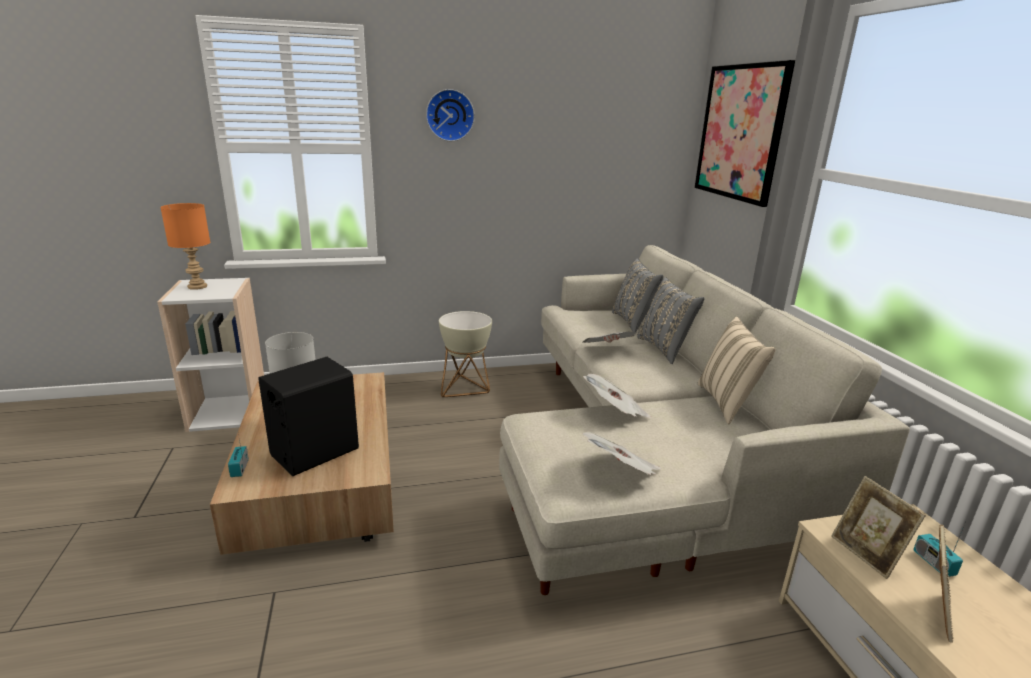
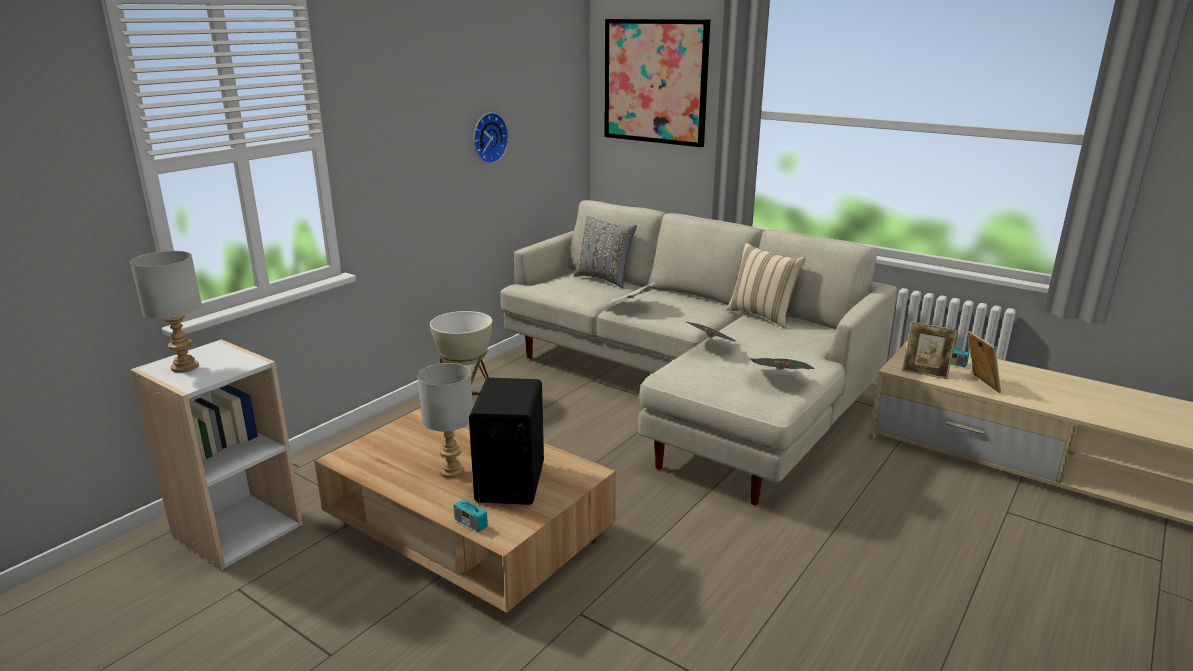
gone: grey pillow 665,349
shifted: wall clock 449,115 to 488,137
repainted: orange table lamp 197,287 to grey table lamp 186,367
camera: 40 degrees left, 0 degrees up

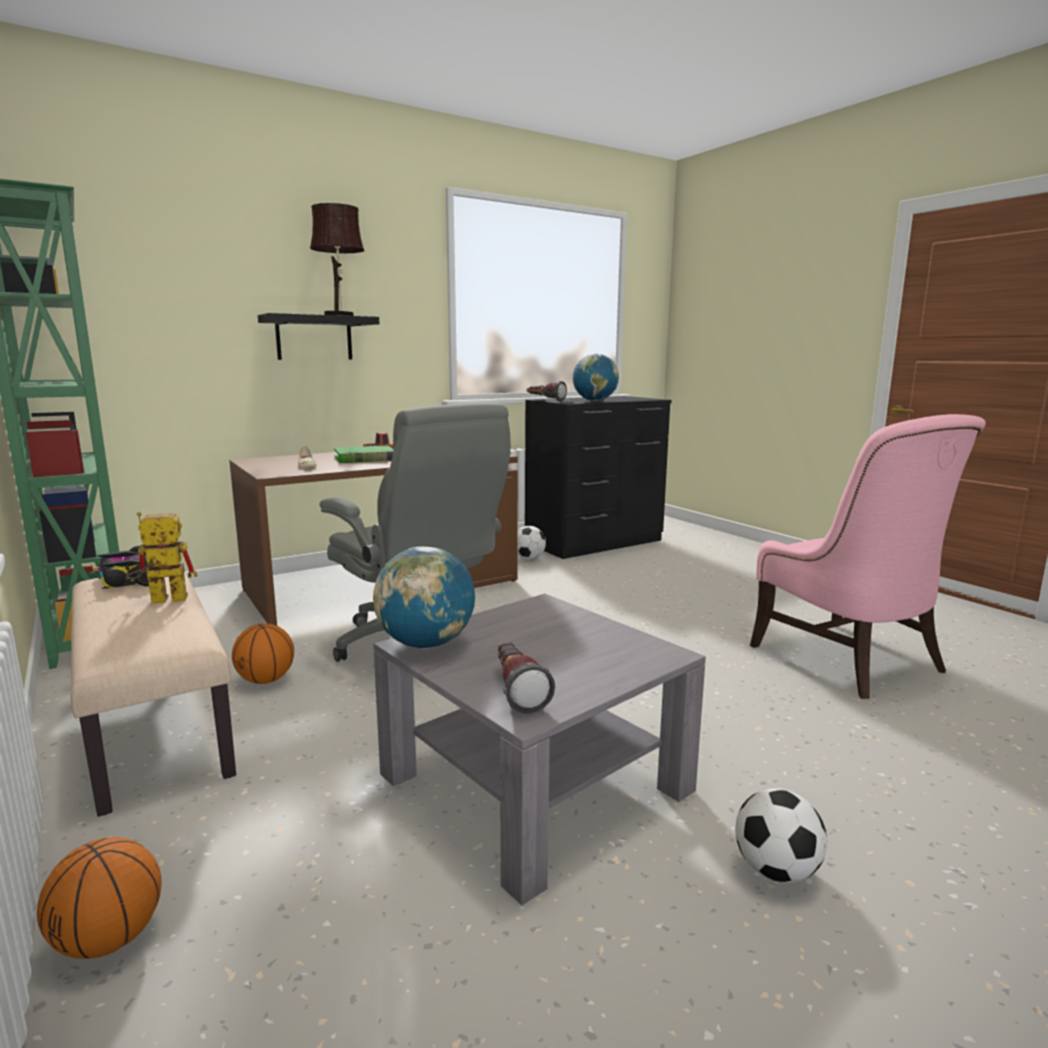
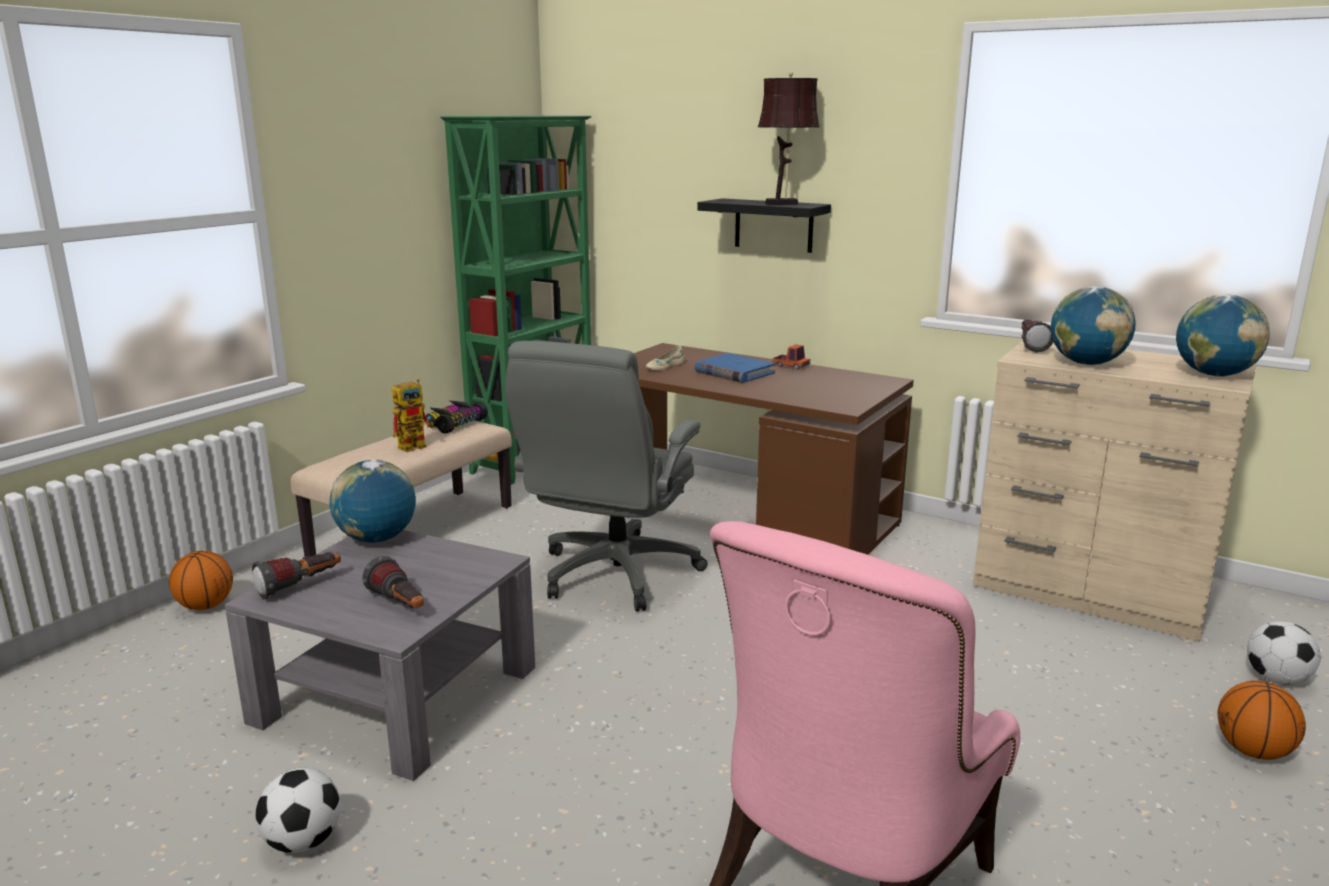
new: flashlight 400,605; globe 1214,375
shifted: basketball 266,680 to 1253,752; football 528,558 to 1276,679
repainted: green book 365,458 to blue book 734,372; black dresser 595,542 to beige dresser 1090,592
rotated: toy robot 160,601 = 416,445 90 degrees clockwise
camera: 65 degrees right, 5 degrees up

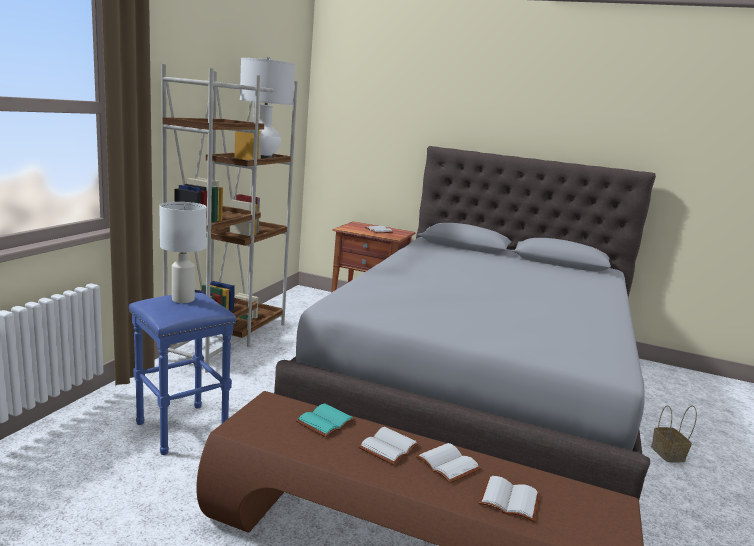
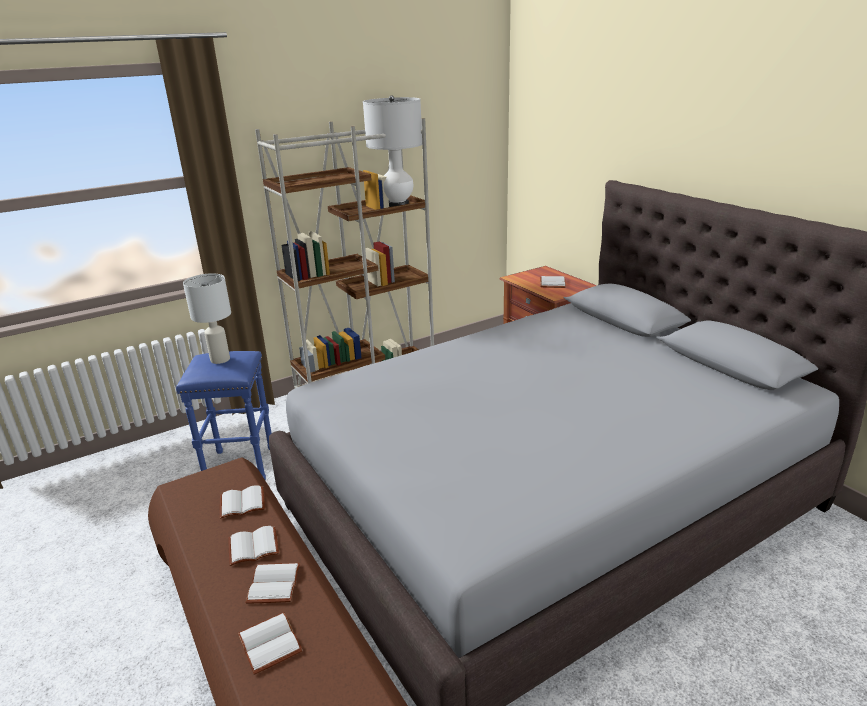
gone: basket 669,454
repainted: turquoise book 325,421 to white book 243,502
camera: 40 degrees right, 10 degrees up

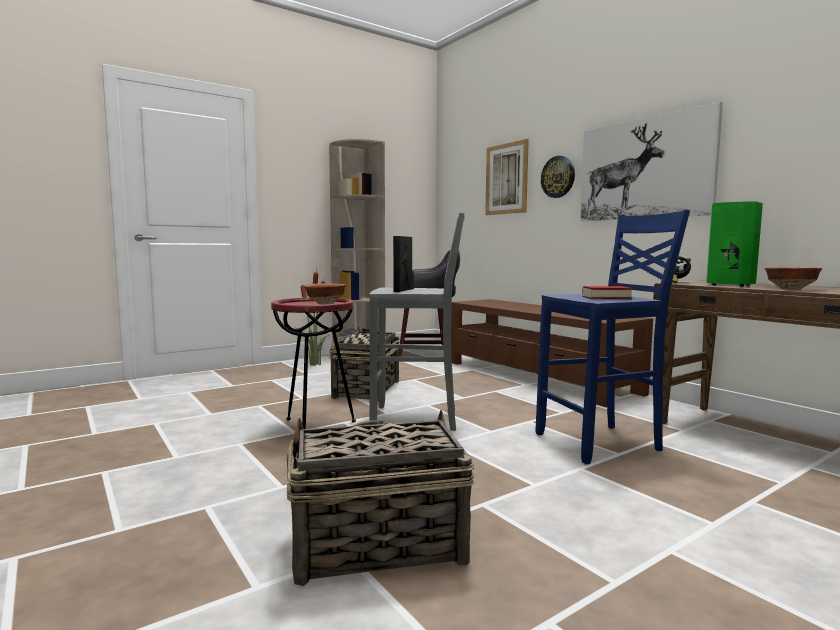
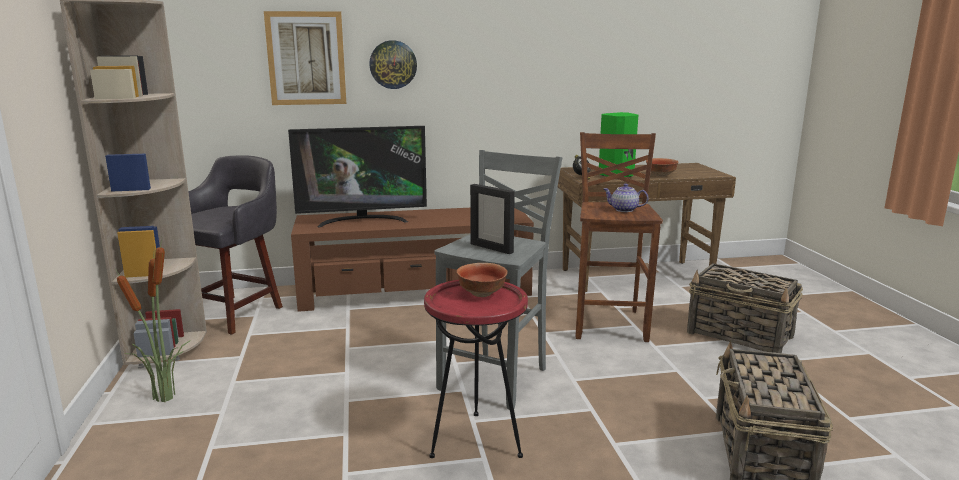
gone: picture 644,169
new: television 362,220
shifted: basket 366,390 to 740,335
swapped: book 606,297 to teapot 624,210
repainted: blue stool 601,443 to brown stool 610,323
camera: 65 degrees left, 10 degrees up

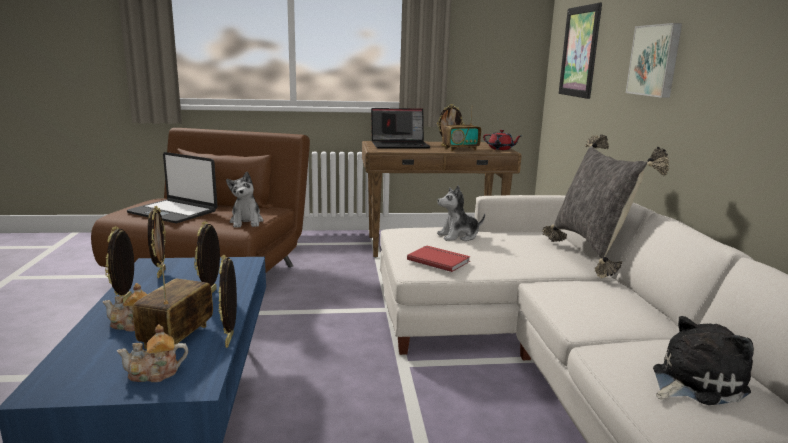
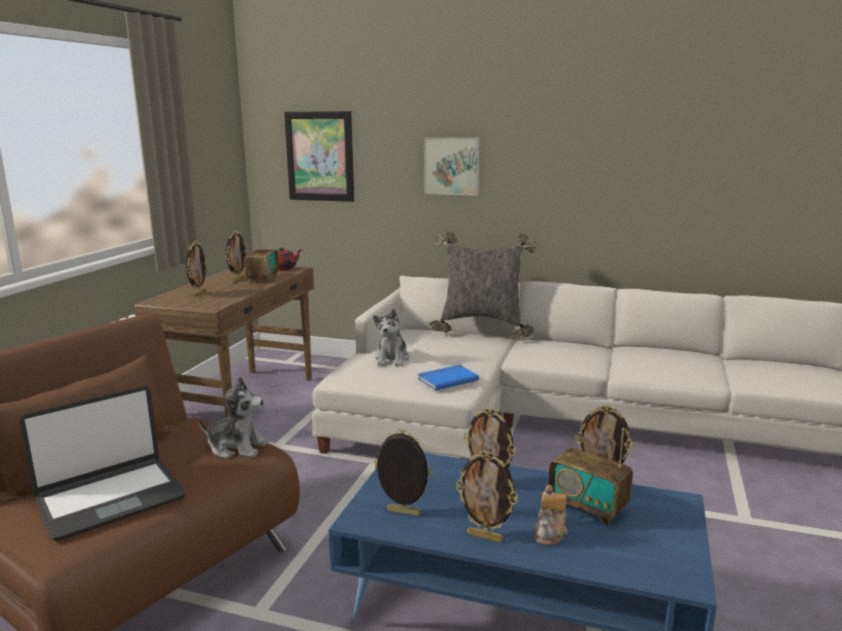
gone: teapot 155,374; plush toy 694,382
swapped: laptop 400,145 to picture frame 199,294
repainted: red book 439,260 to blue book 446,379
camera: 65 degrees left, 0 degrees up

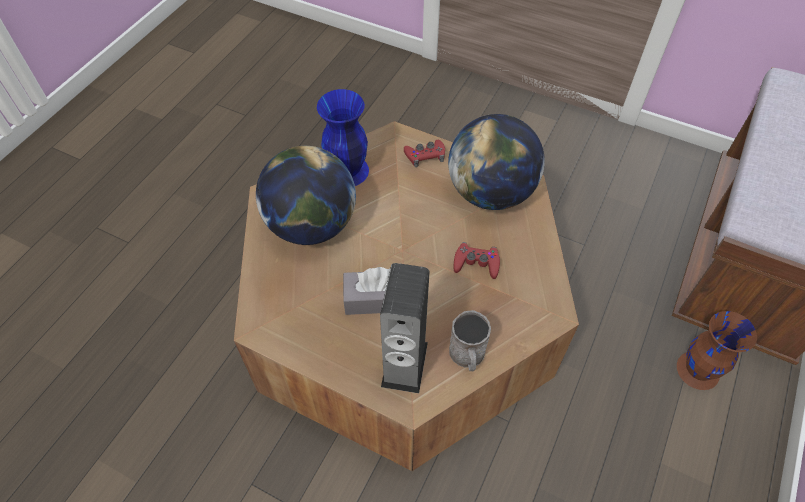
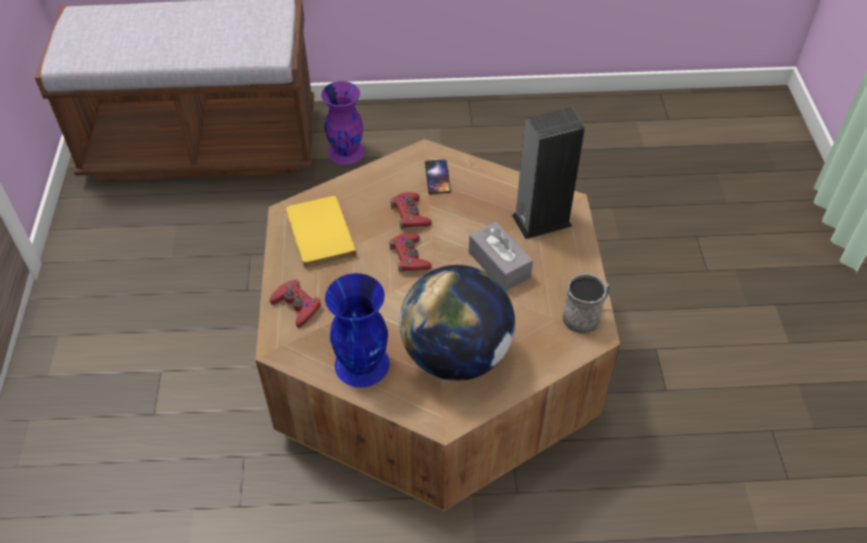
new: red game controller 409,257; phone 437,177
shifted: grey mug 467,356 to 585,316
swapped: globe 490,193 to yellow book 318,235
repainted: brown vase 698,371 to purple vase 346,151
camera: 120 degrees left, 5 degrees down

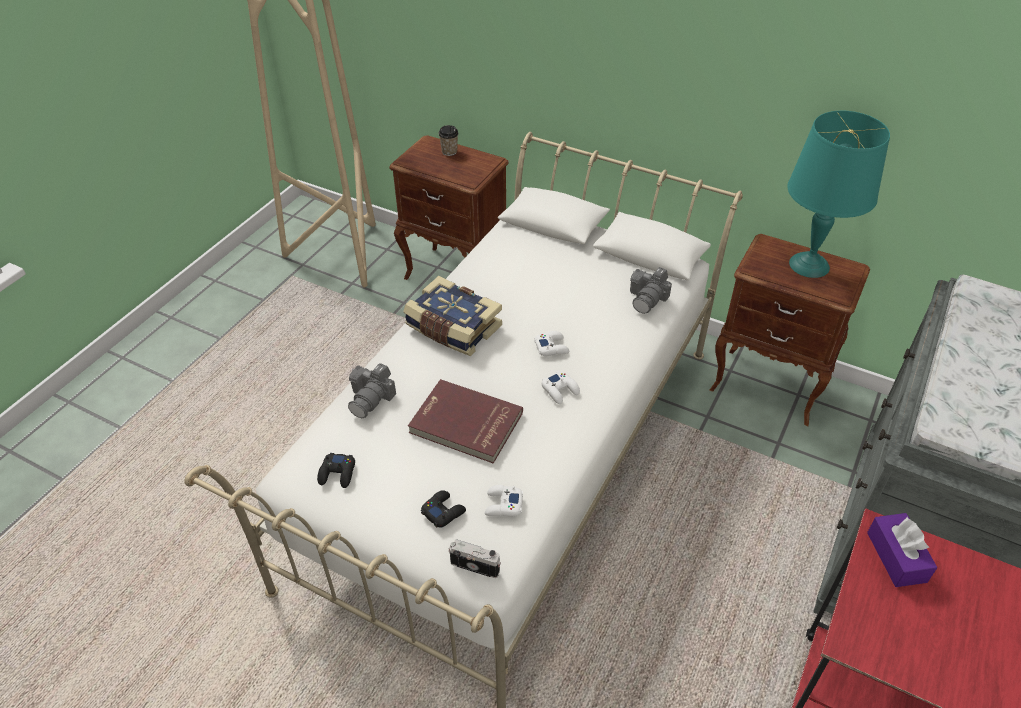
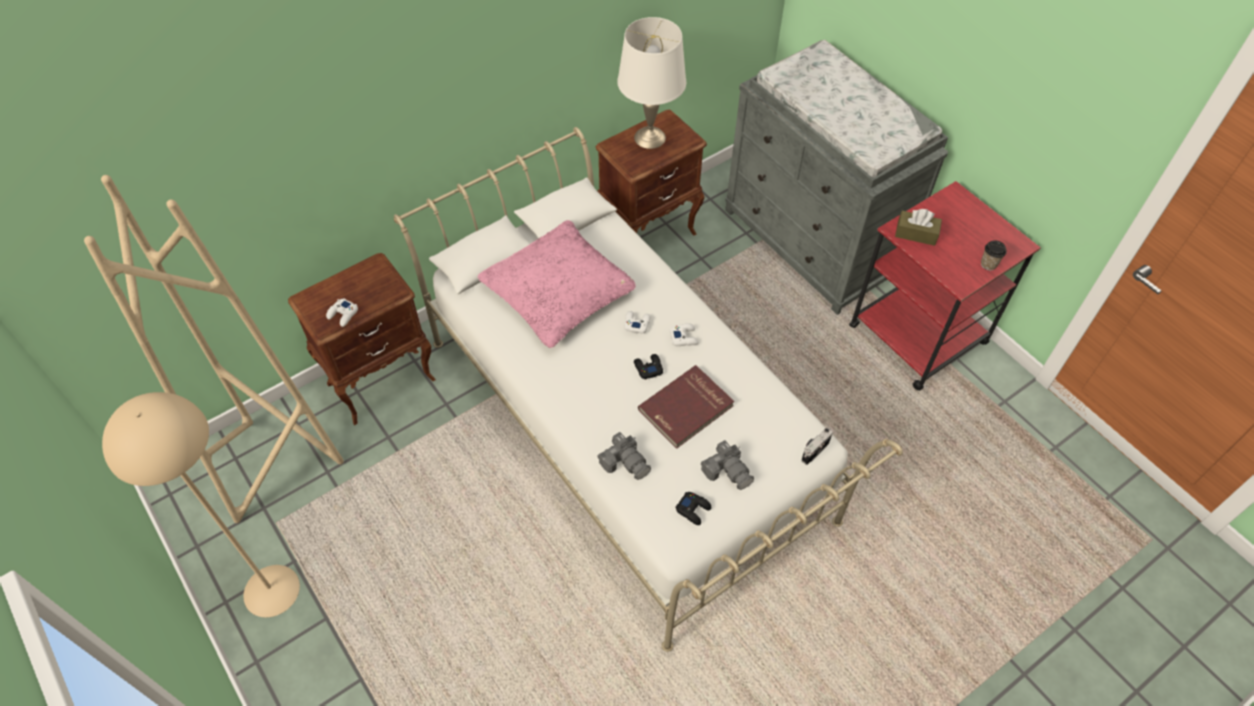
gone: book 452,328
new: beige floor lamp 272,590; pink pillow 559,292
shifted: black game controller 443,511 to 648,368; cup 449,152 to 988,264; white game controller 503,505 to 343,315; photo camera 648,298 to 727,471
repainted: turquoise table lamp 810,265 to white table lamp 650,137; purple tissue box 896,557 to brown tissue box 916,234
camera: 65 degrees left, 10 degrees up

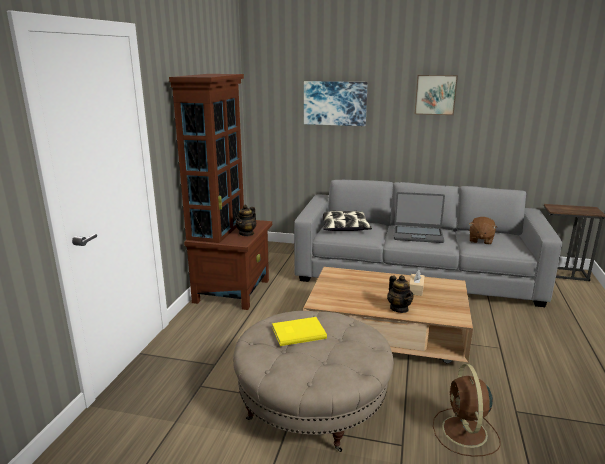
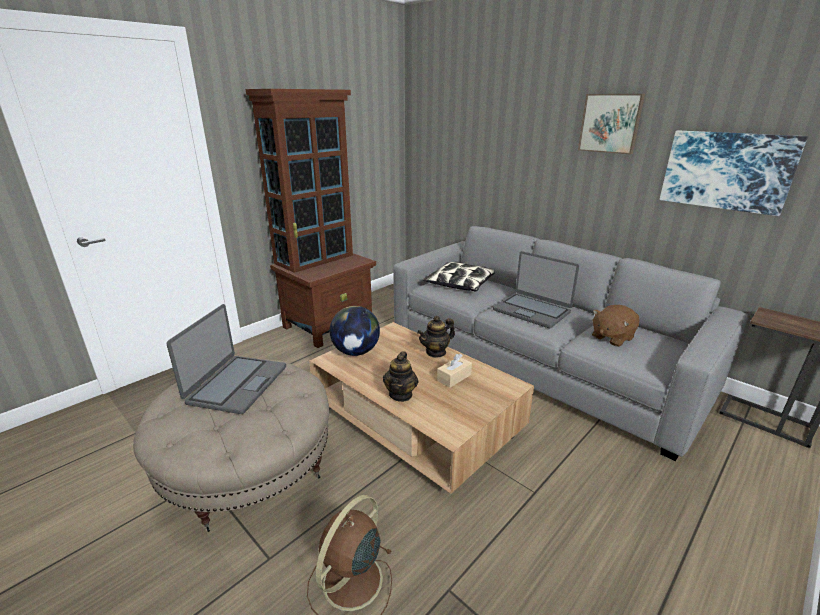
new: globe 356,352
shifted: teapot 246,233 to 436,352; picture 335,103 to 726,171
swapped: yellow book 297,332 to laptop 236,384
camera: 30 degrees right, 5 degrees up

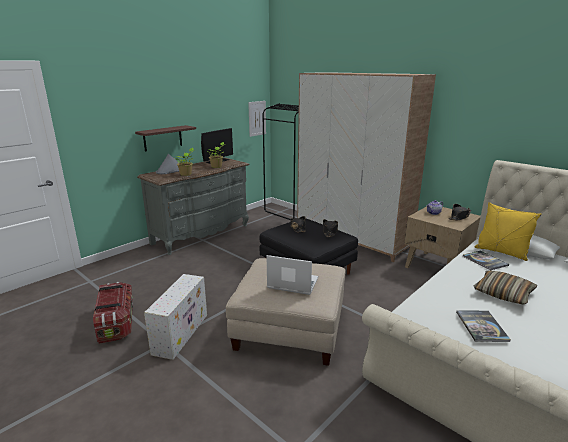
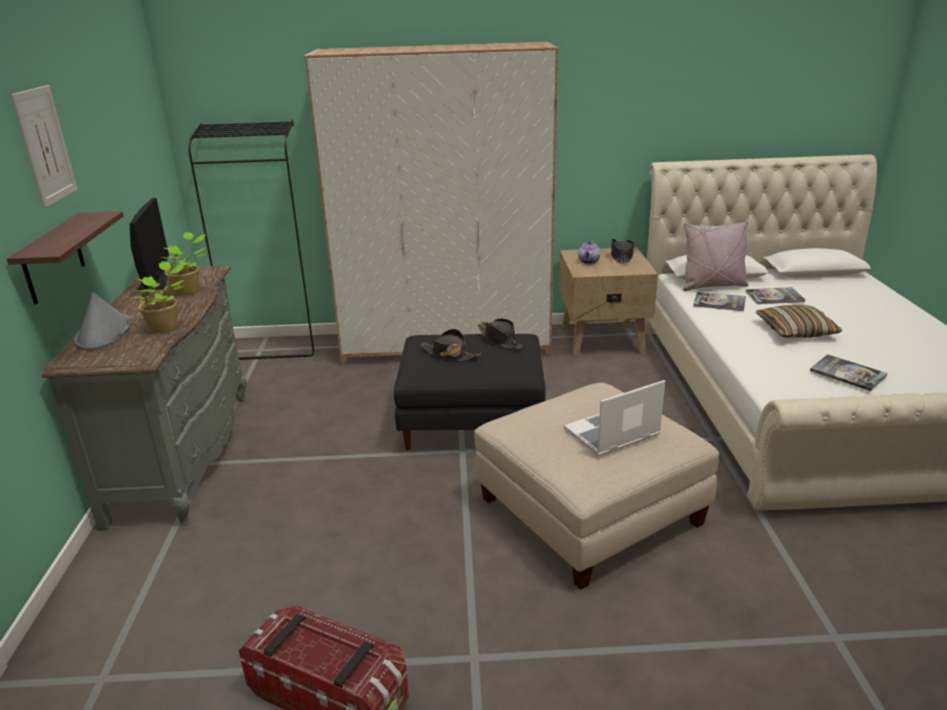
gone: white storage box 181,333
new: book 774,297
shifted: picture 257,118 to 45,145
repainted: yellow pillow 501,252 to purple pillow 712,286
camera: 45 degrees left, 5 degrees up

